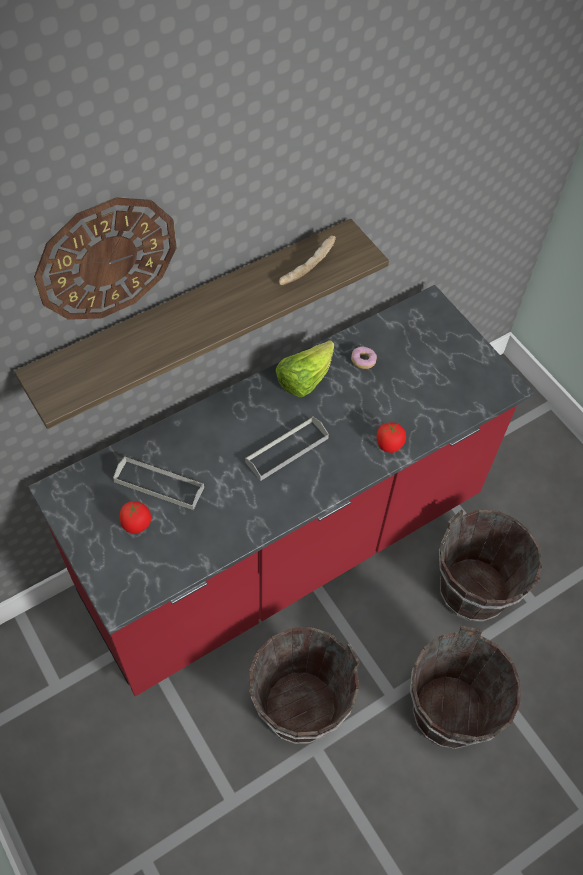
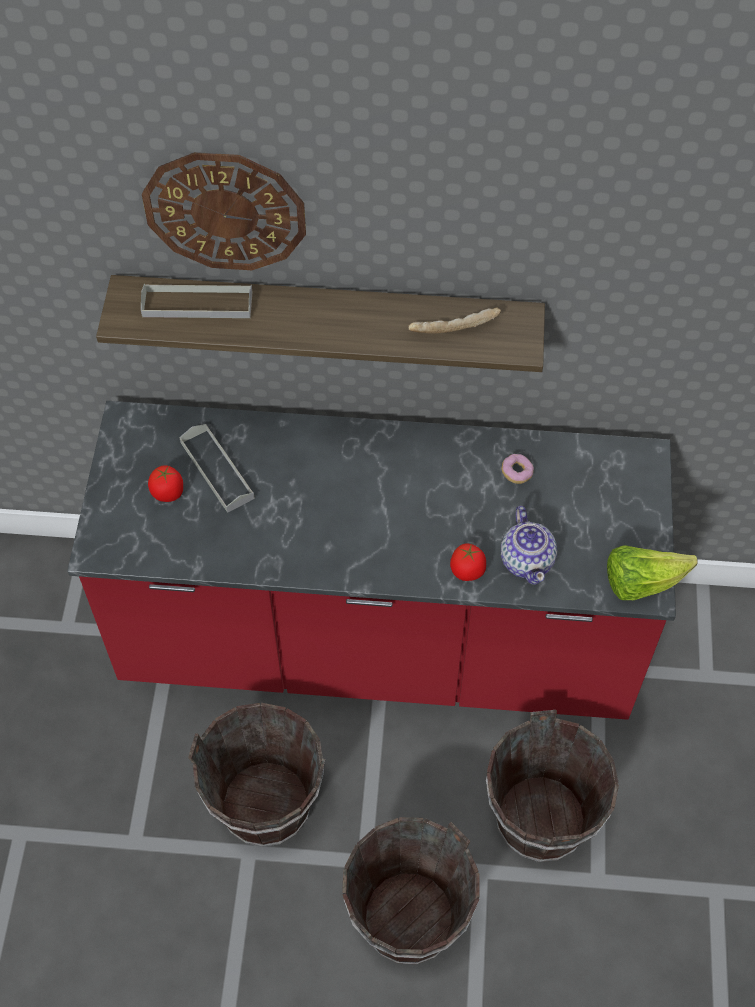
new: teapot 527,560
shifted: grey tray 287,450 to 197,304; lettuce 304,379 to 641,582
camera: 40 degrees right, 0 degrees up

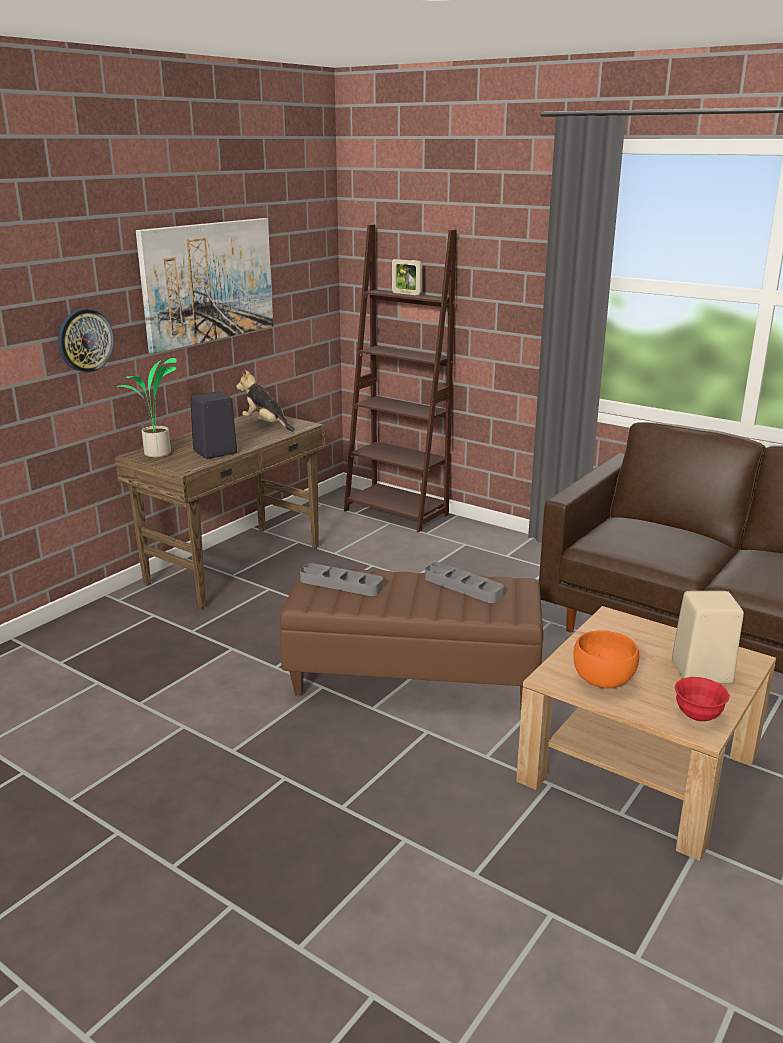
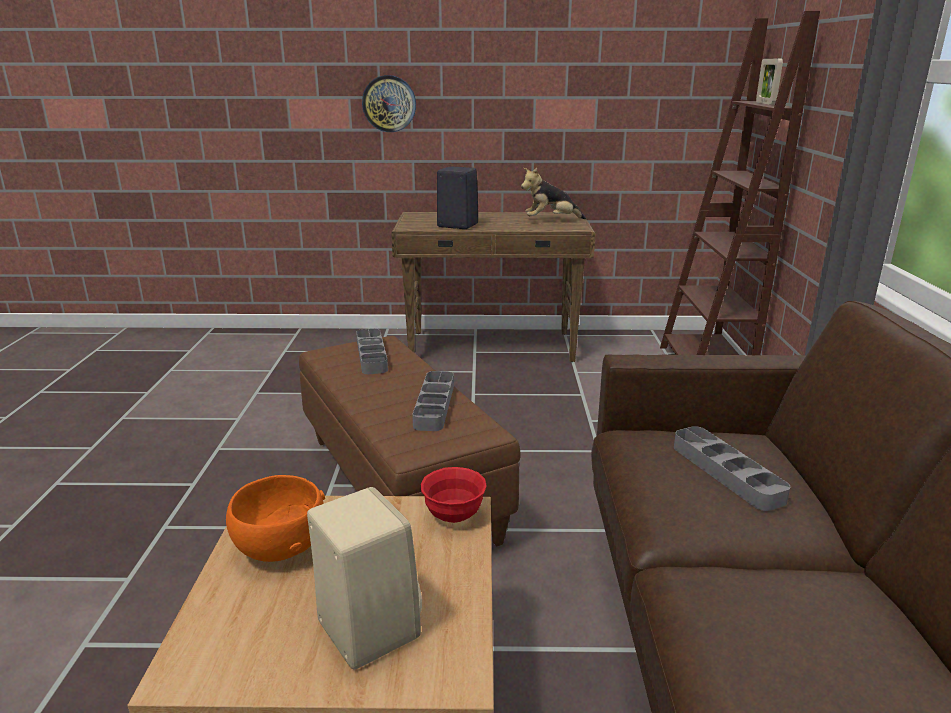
gone: potted plant 158,454; picture 208,282
new: grey tray 726,472
shifted: red bowl 698,716 to 453,516
rotated: plush toy 266,425 = 550,221 105 degrees counterclockwise
camera: 55 degrees right, 0 degrees up

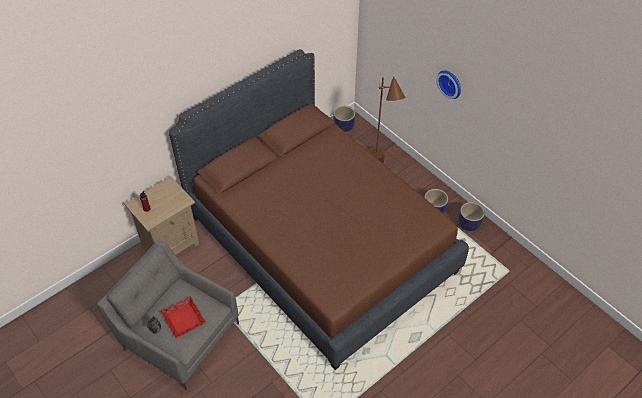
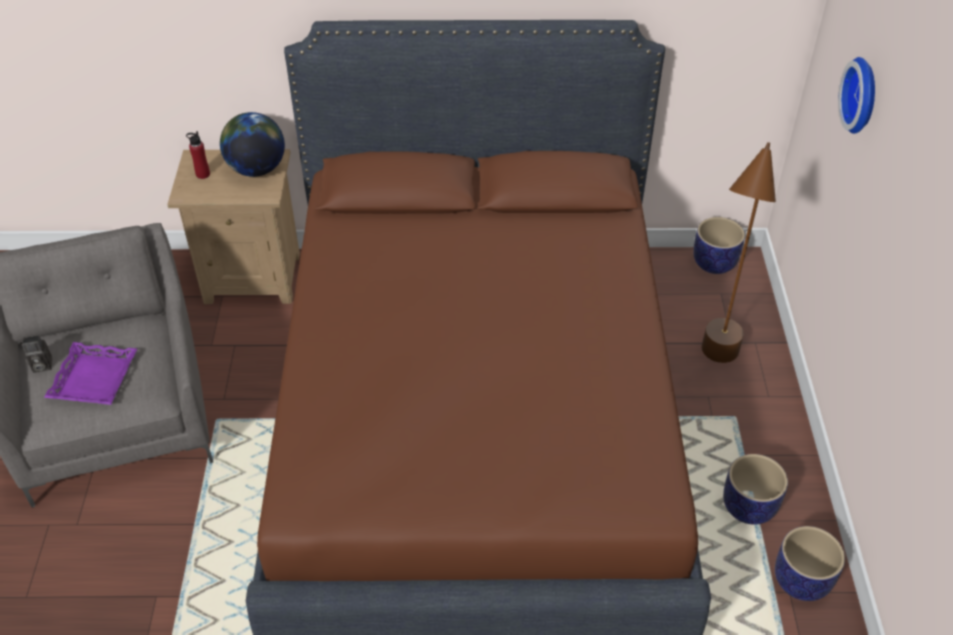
new: globe 256,169
shifted: wall clock 450,83 to 863,95
repainted: red tray 183,319 to purple tray 93,378
camera: 40 degrees right, 5 degrees down

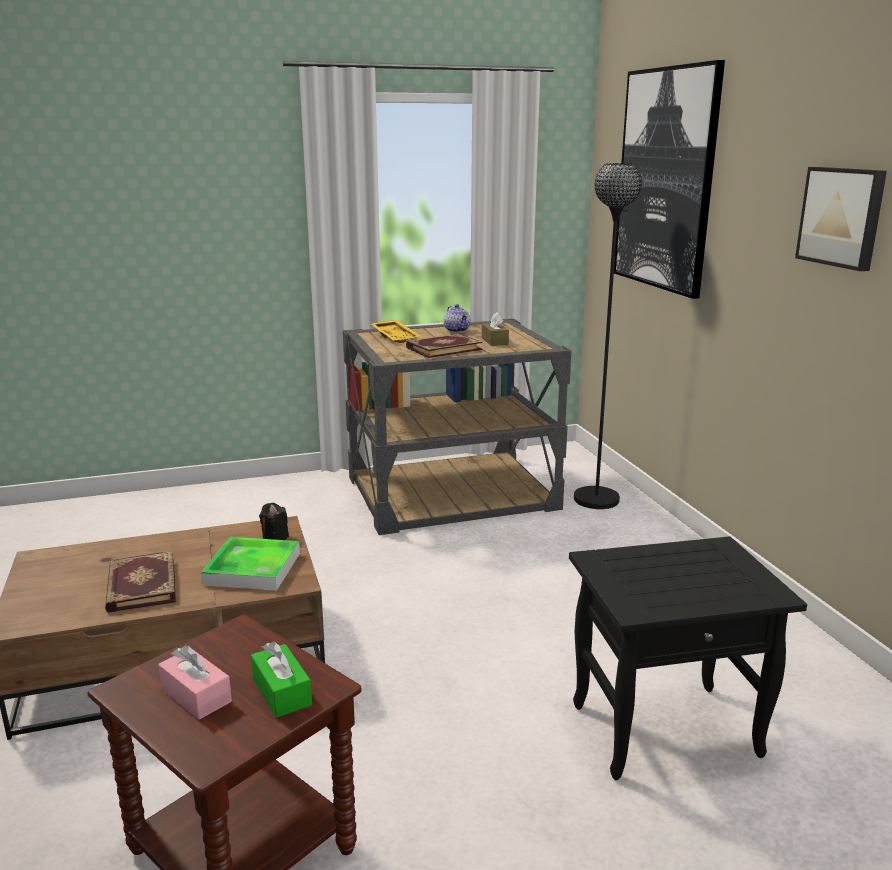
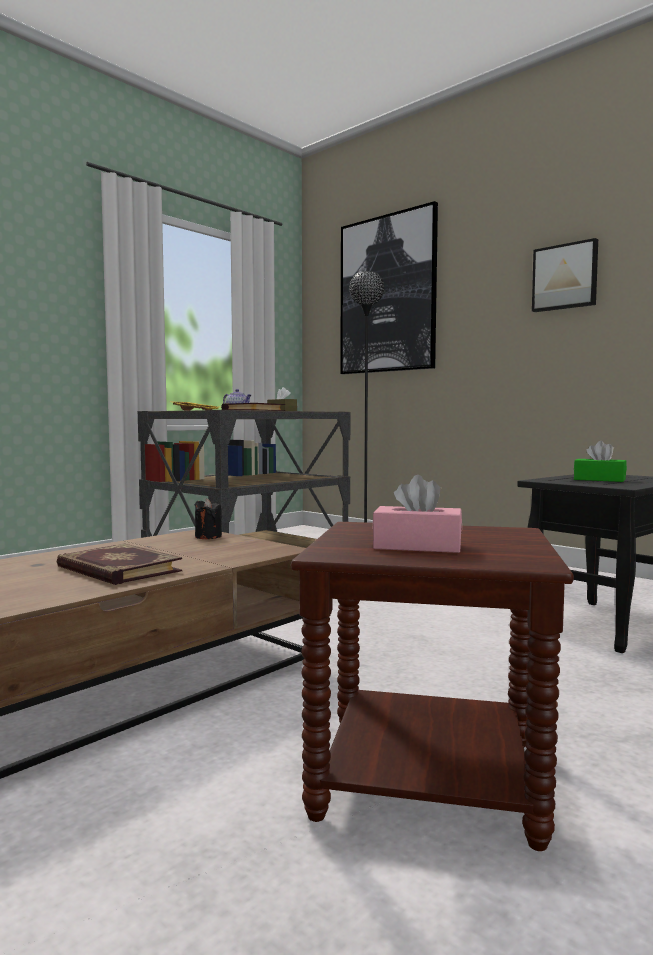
gone: tray 253,569
shifted: green tissue box 282,692 to 599,479
camera: 30 degrees left, 15 degrees down

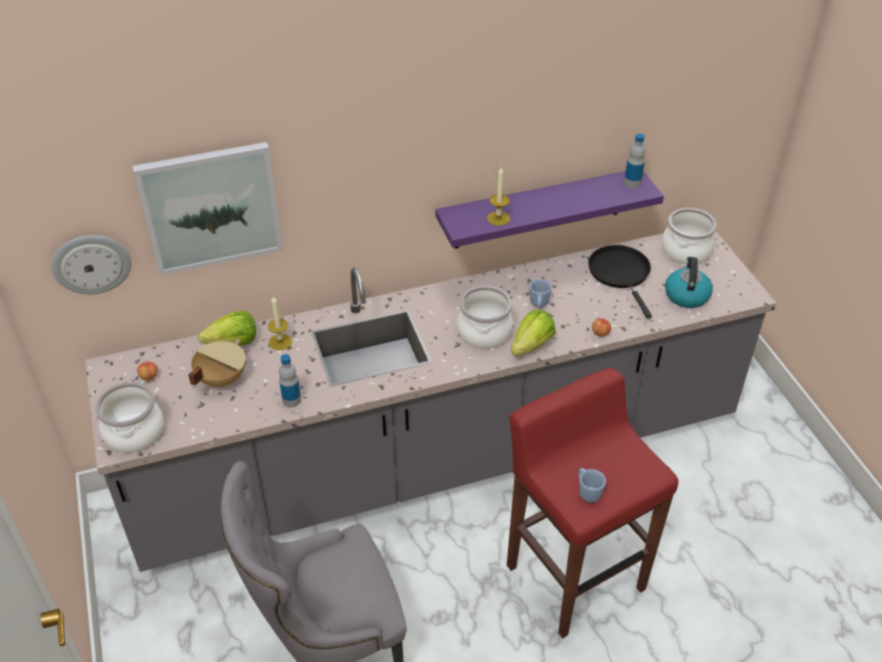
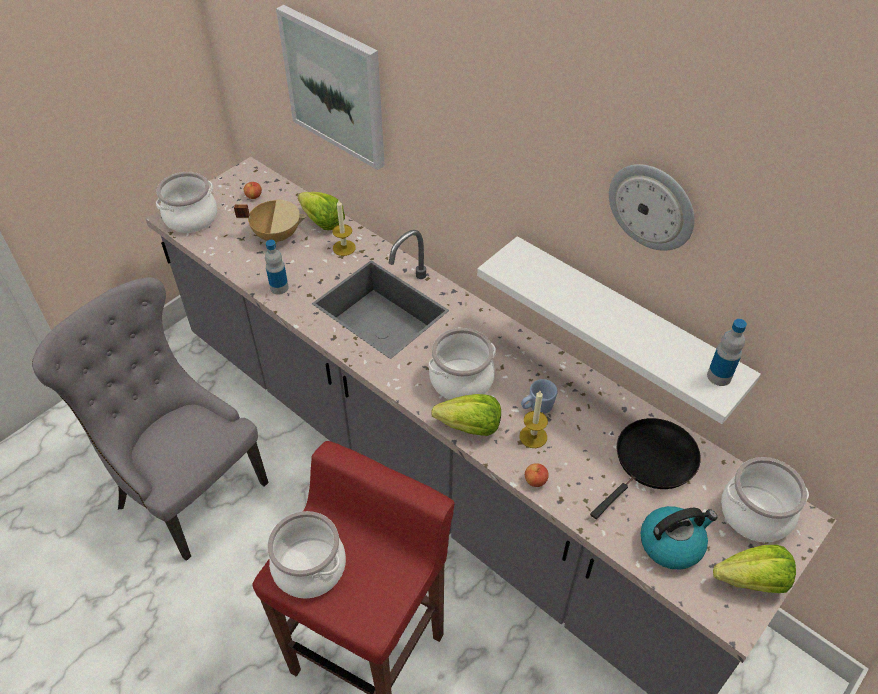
new: lettuce 752,581
shifted: wall clock 91,263 to 652,206; candle 498,218 to 533,436
swapped: blue mug 587,492 to cooking pot 309,568
repainted: purple shelf 538,209 to white shelf 624,323
camera: 60 degrees right, 5 degrees up

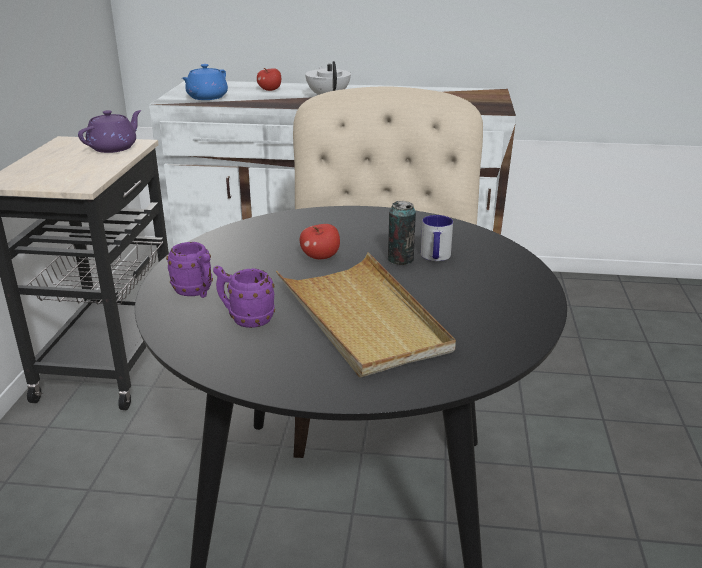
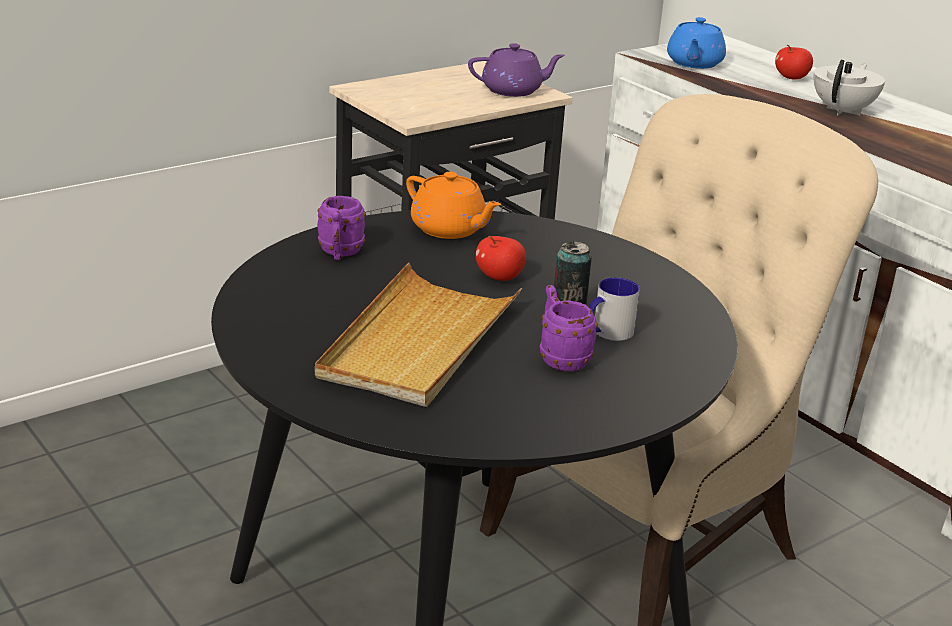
new: orange teapot 449,229
shifted: purple mug 245,319 to 560,358
rotated: blue teapot 206,97 = 694,63 60 degrees counterclockwise
camera: 45 degrees right, 0 degrees up

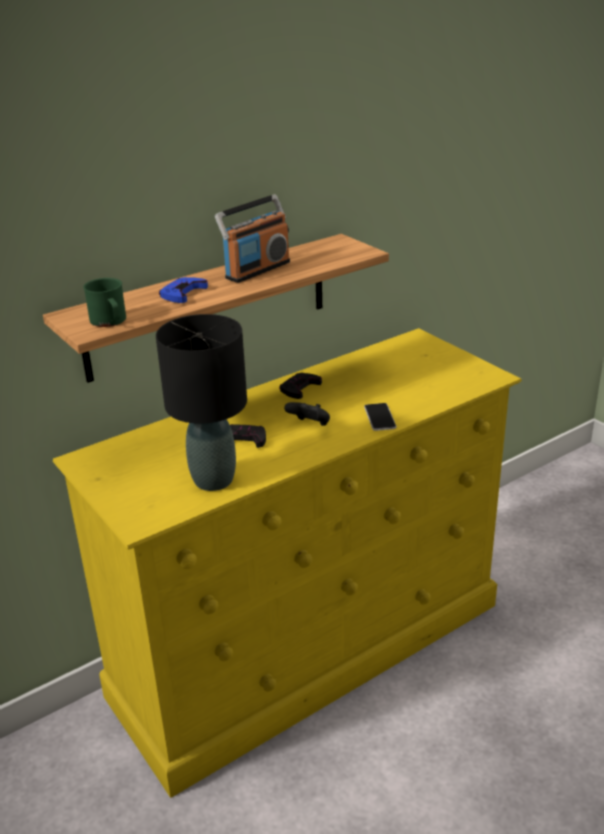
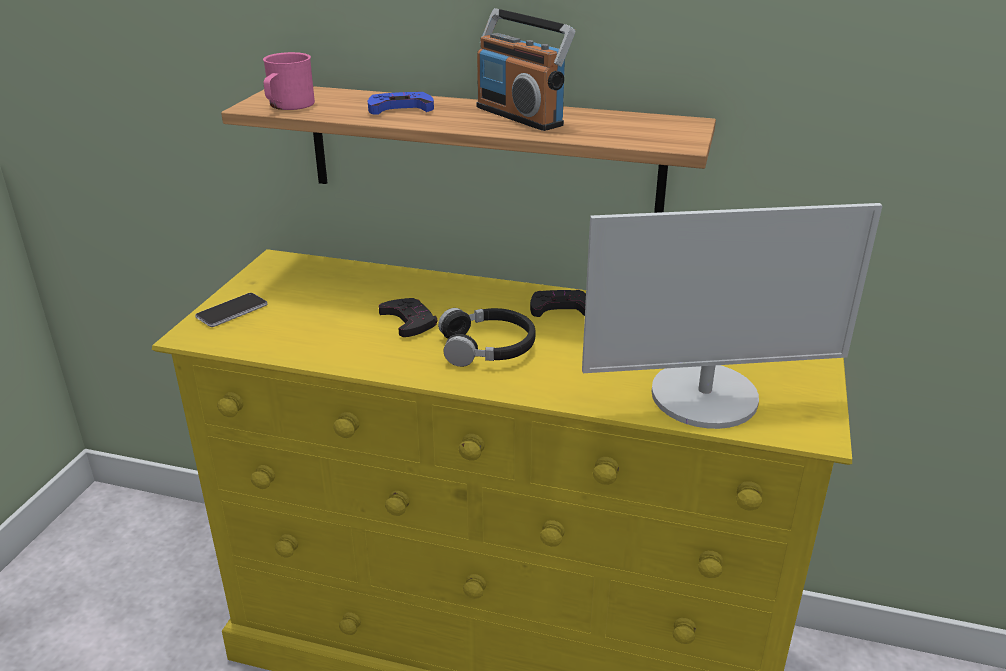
gone: black table lamp 212,480
new: monitor 705,397
shifted: phone 380,418 to 232,311
swapped: black game controller 310,425 to black headphones 488,347
repainted: green mug 110,322 to pink mug 288,106
rotated: radio 257,270 = 520,116 45 degrees clockwise
camera: 50 degrees right, 0 degrees up

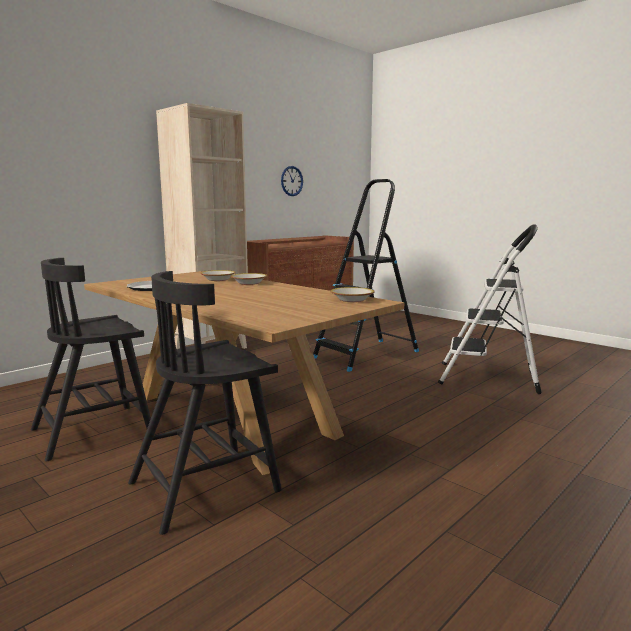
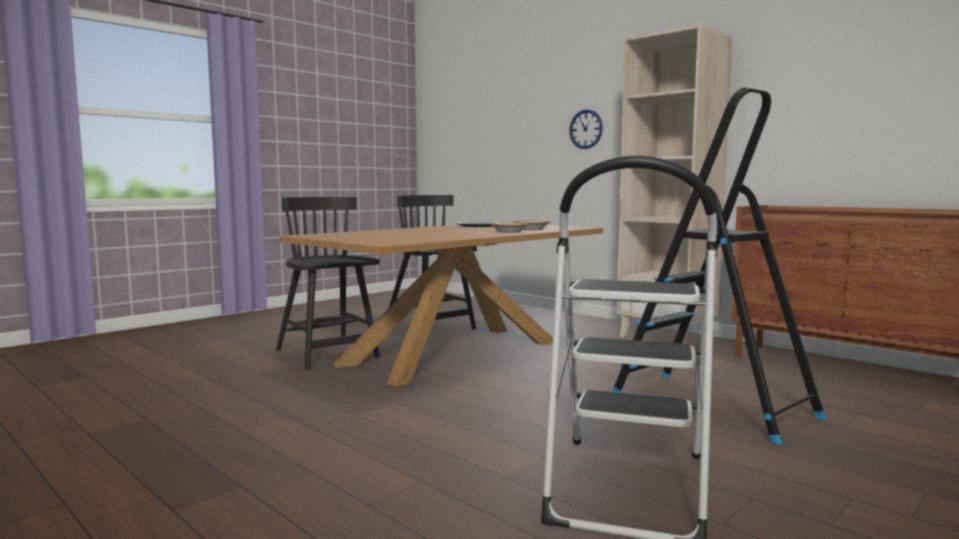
gone: bowl 352,300
shifted: wall clock 291,181 to 586,129
camera: 90 degrees right, 5 degrees down

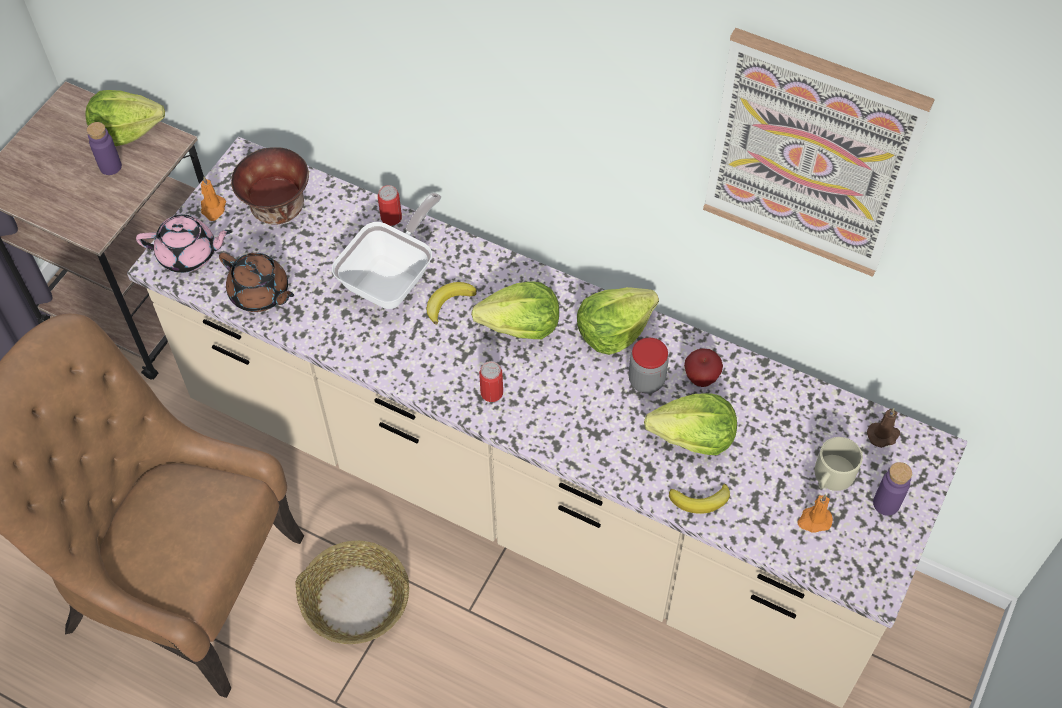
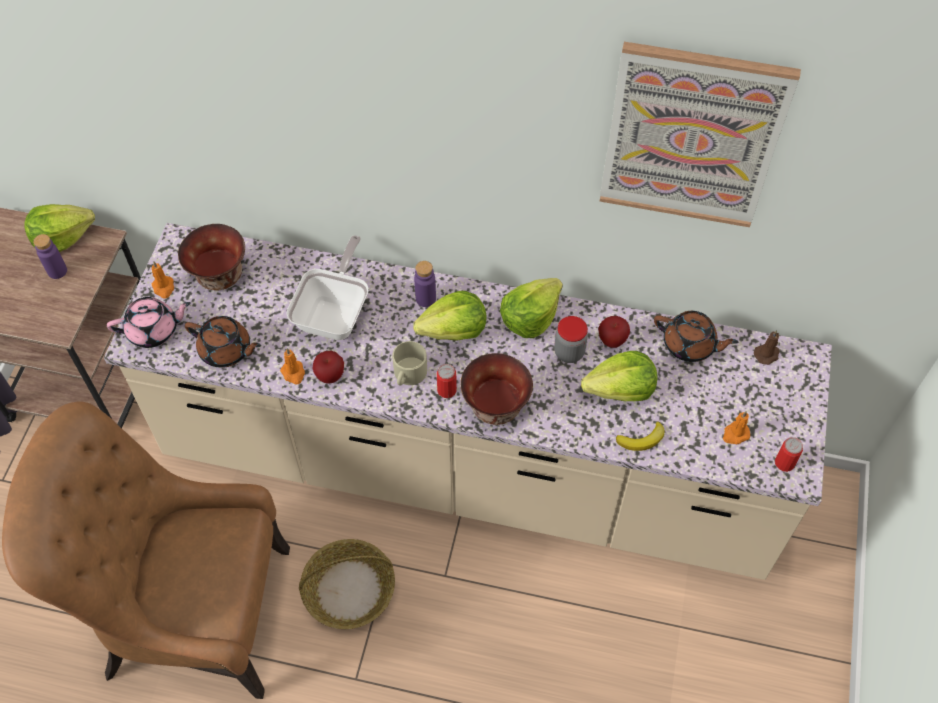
gone: banana 448,302
new: orange candle 293,373; apple 330,376; bowl 497,407; brown teapot 689,345
shifted: can 391,218 to 784,463; beige mug 831,476 to 408,374; purple bottle 886,503 to 425,299
camera: 15 degrees left, 0 degrees up

